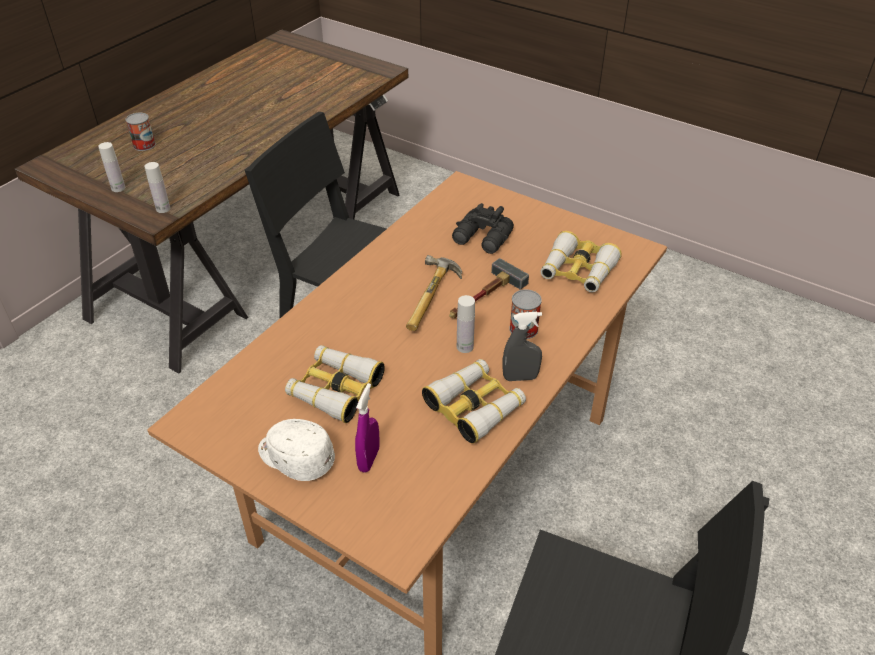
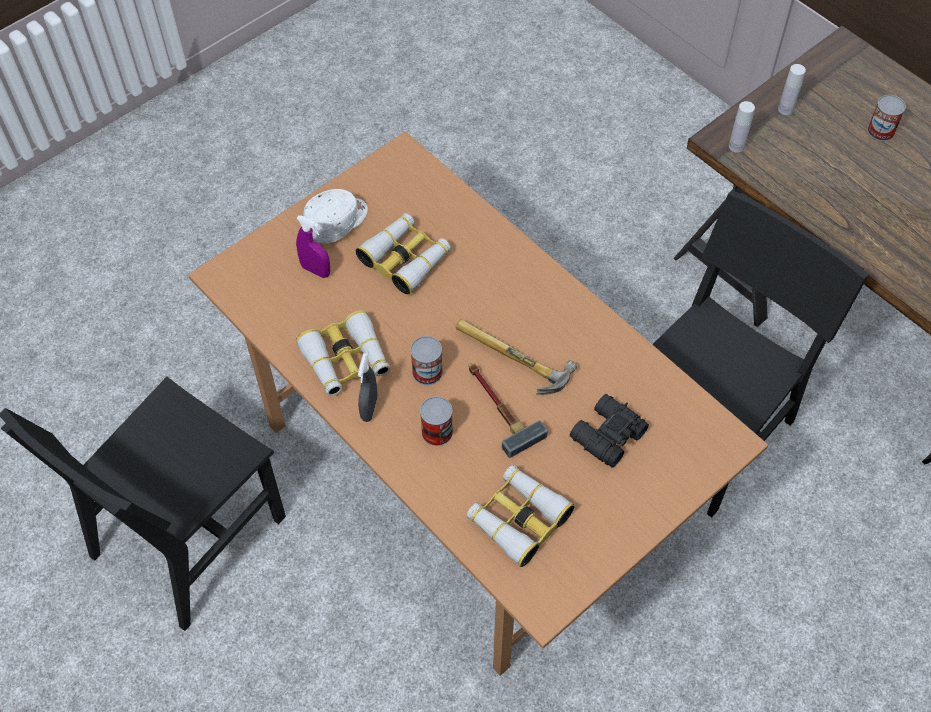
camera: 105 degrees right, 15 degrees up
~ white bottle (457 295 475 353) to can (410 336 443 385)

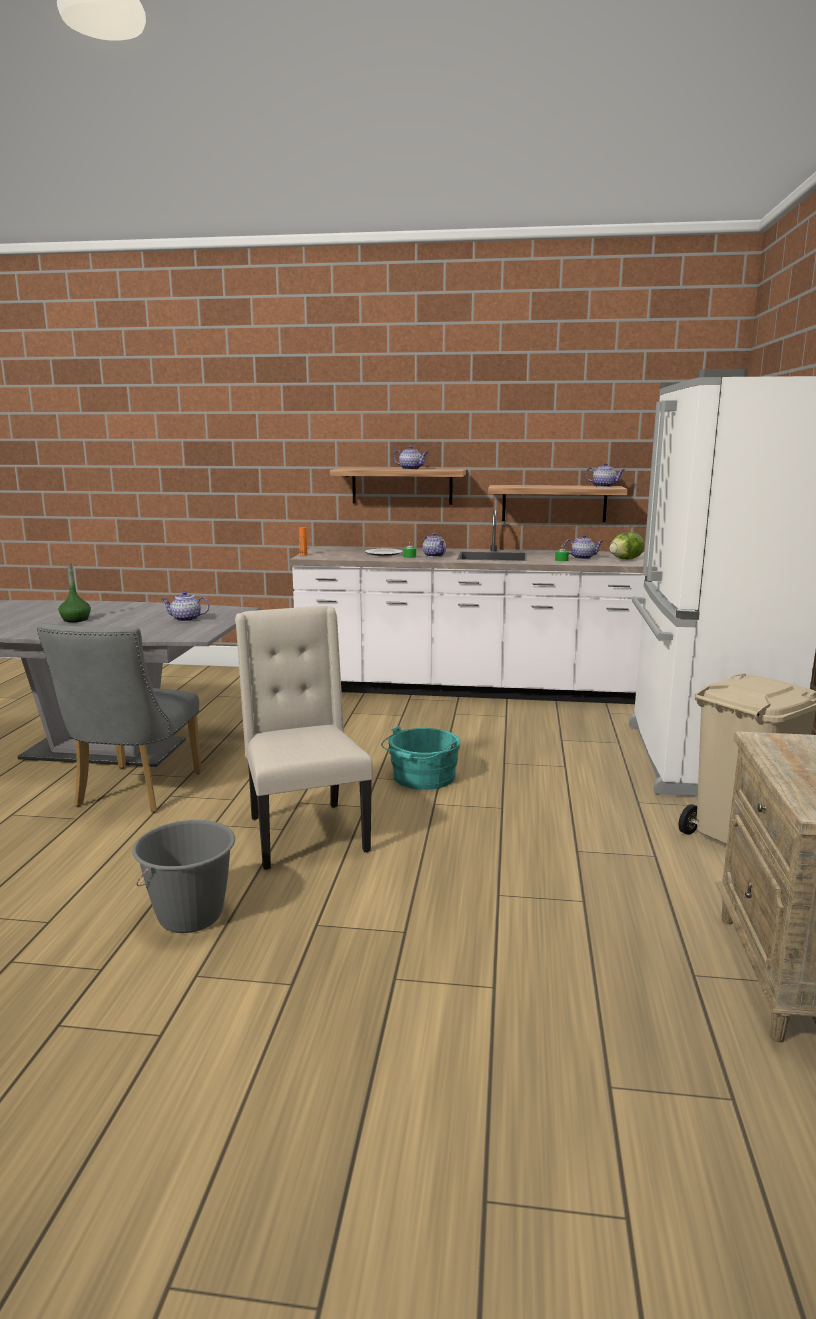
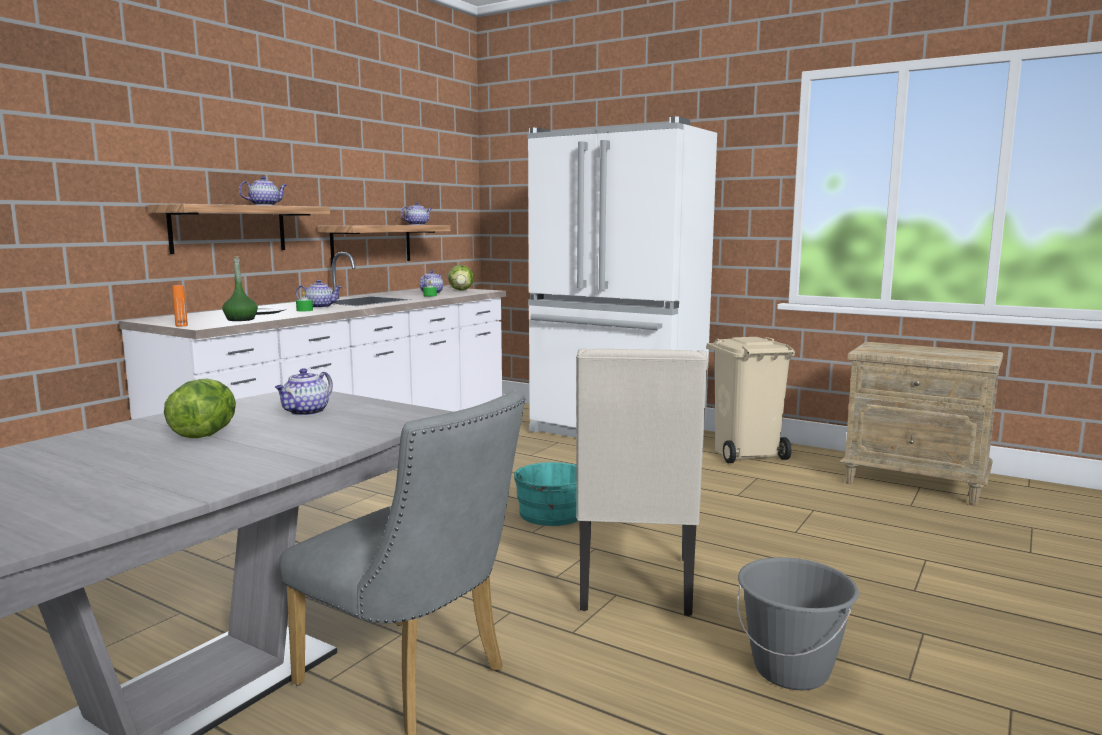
camera: 65 degrees left, 5 degrees down
~ green bottle (58 563 91 622) to (222 256 258 321)
~ beige chair (235 606 373 870) = (576 349 708 616) 90 degrees counterclockwise
+ lettuce (164 379 236 438)

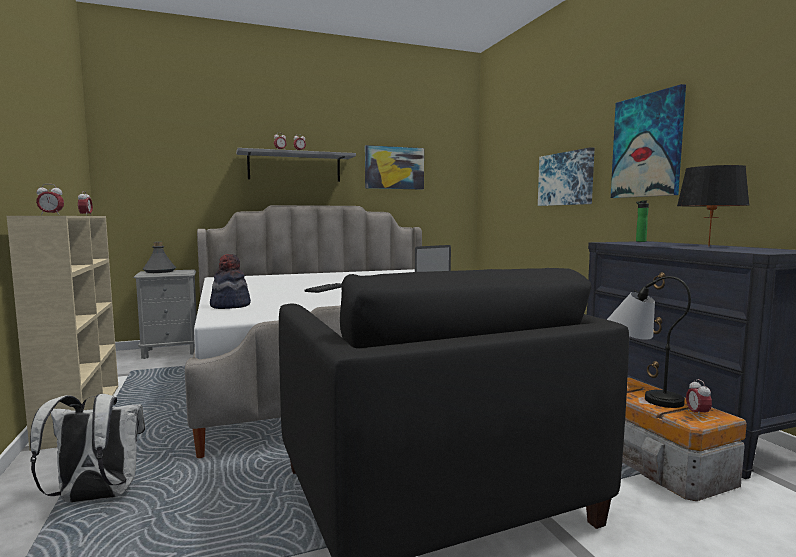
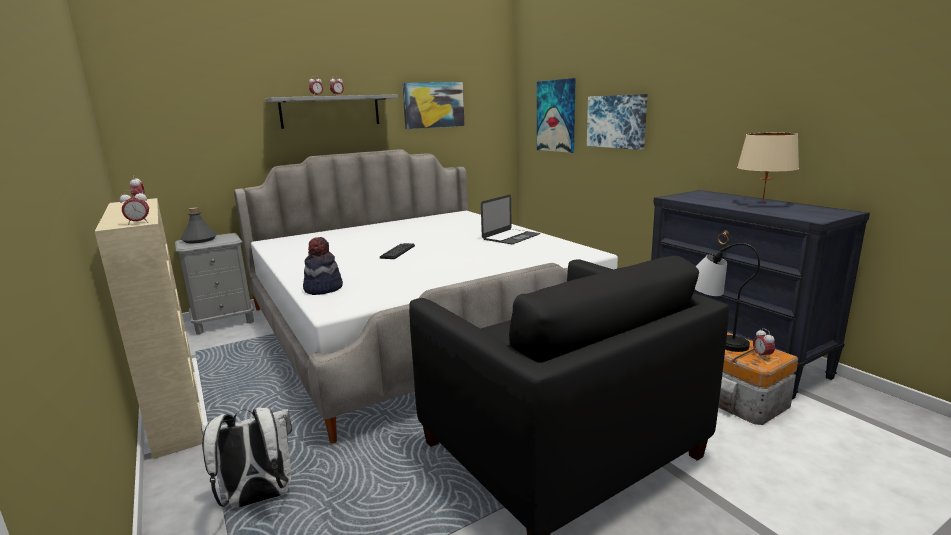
camera: 10 degrees left, 10 degrees up
~ picture (611 84 686 198) to (537 78 576 153)
~ black table lamp (677 165 749 246) to beige table lamp (737 133 799 204)
- bottle (636 200 649 242)

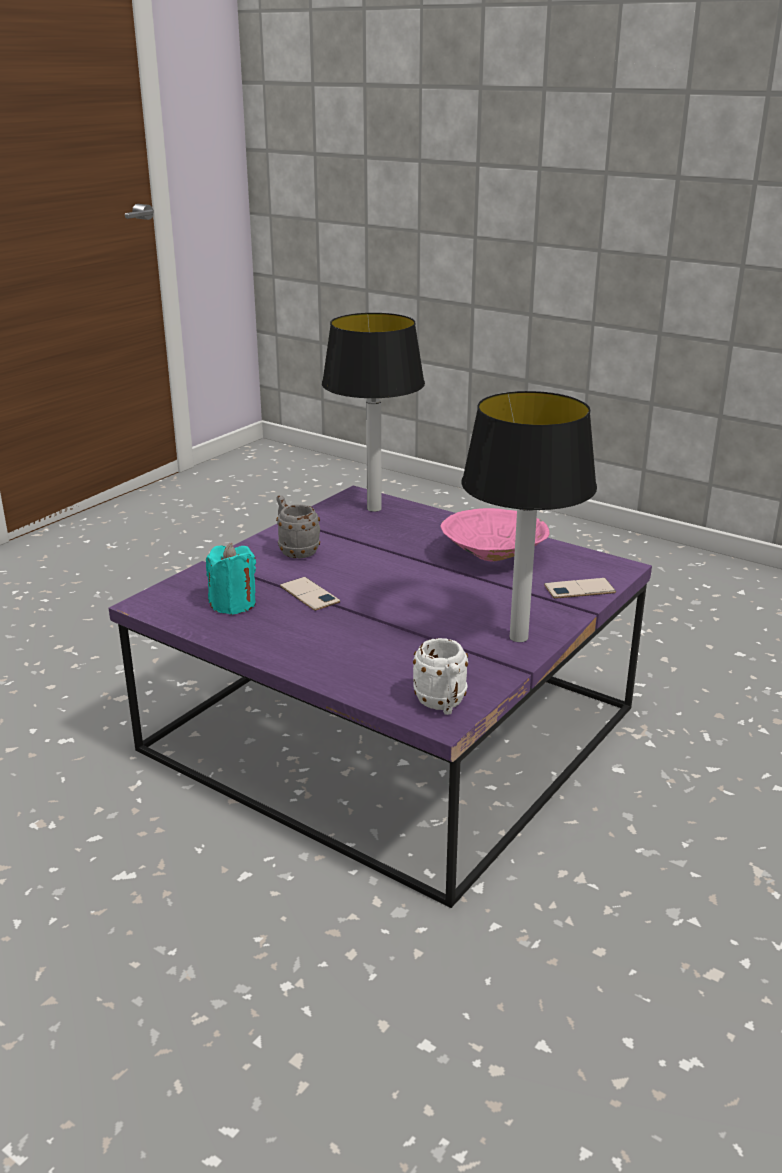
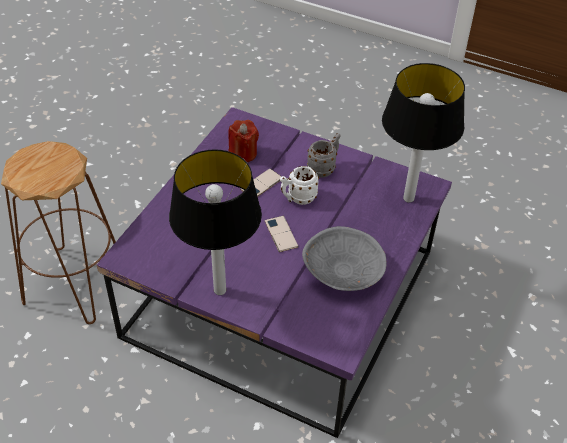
camera: 80 degrees right, 20 degrees up
~ pink bowl (441 508 550 561) to grey bowl (302 226 386 291)
~ turquoise candle (206 543 256 615) to red candle (228 120 259 162)
~ phone (544 578 616 599) to (265 216 298 252)
~ white mug (413 638 468 715) to (280 166 319 205)
+ brown stool (1 141 116 324)

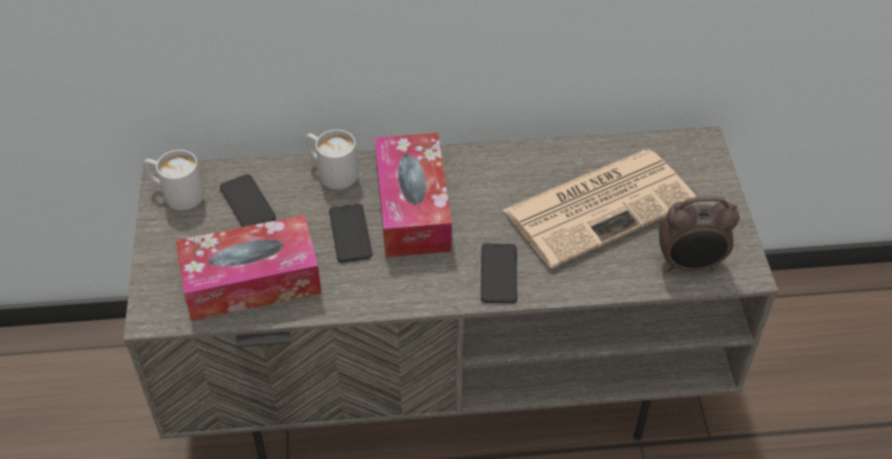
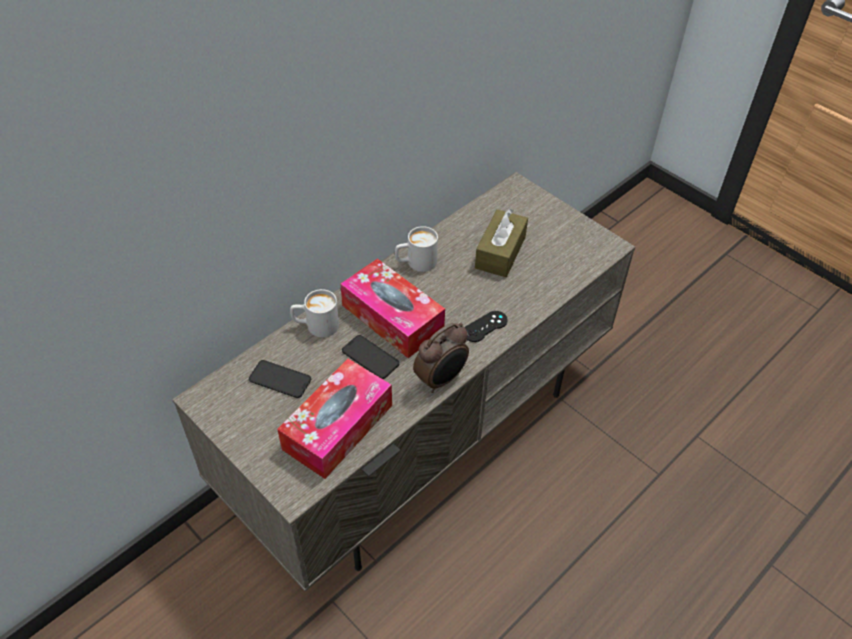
camera: 40 degrees left, 0 degrees up
~ white mug (144 150 204 210) to (395 226 438 272)
~ newspaper (503 150 698 268) to brown tissue box (475 209 528 277)
~ alarm clock (659 196 739 272) to (413 323 469 393)
~ phone (481 243 517 303) to black game controller (464 311 508 342)

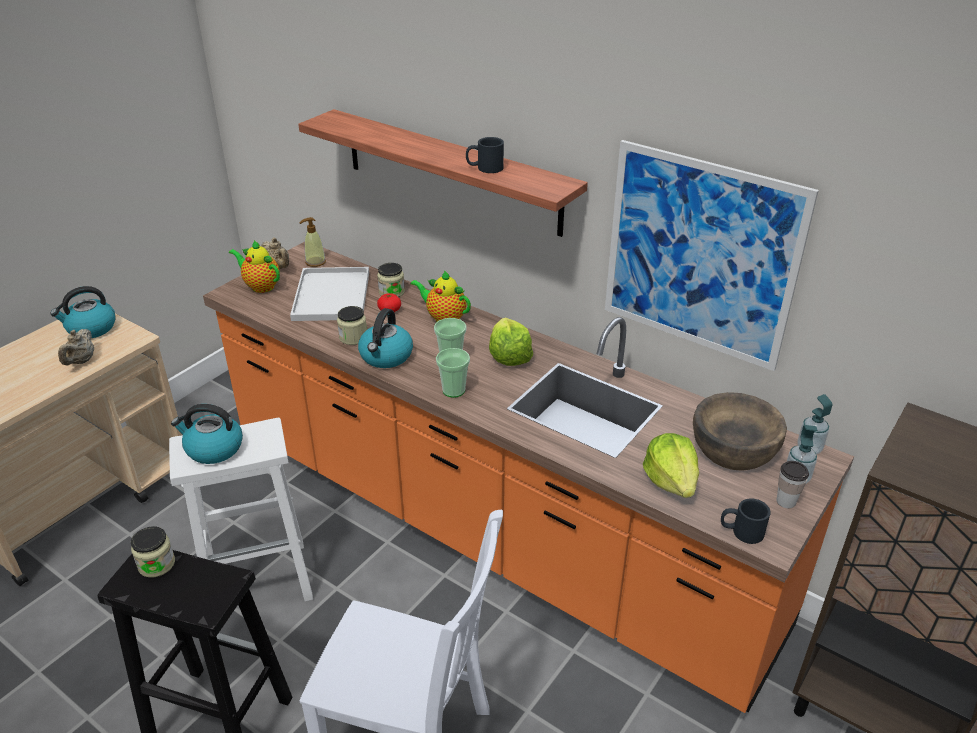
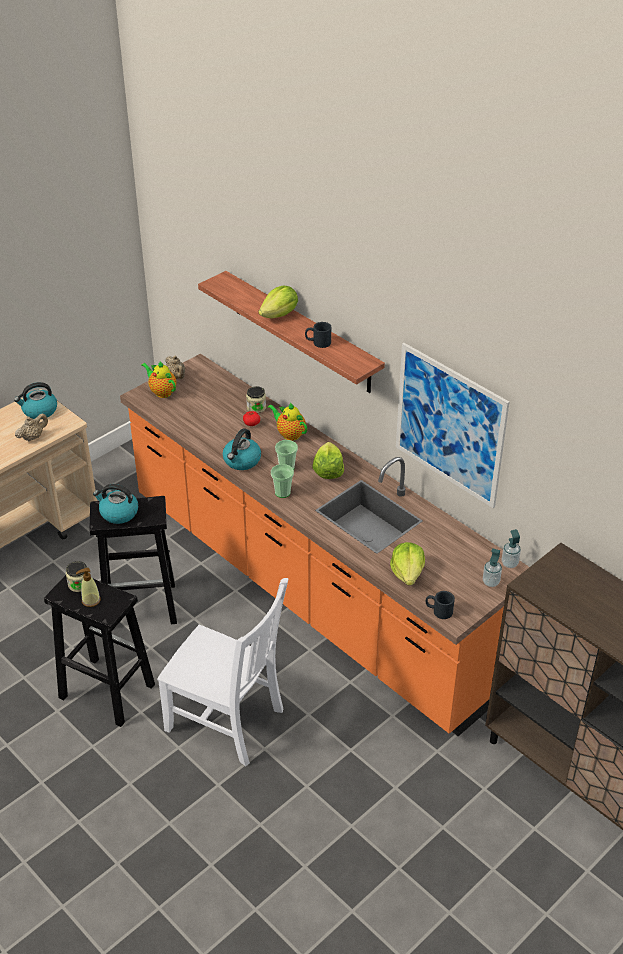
camera: 10 degrees right, 5 degrees up
~ soap dispenser (299 217 326 267) to (76 568 101 607)
- white tray (290 267 369 321)
- jar (337 306 367 345)
~ beige teapot (58 329 94 366) = (15 413 48 441) 150 degrees counterclockwise
- brown bowl (693 392 787 471)
~ white stool (169 418 313 601) to black stool (90 496 177 624)
- cup (777 461 809 508)
+ lettuce (258 286 298 318)

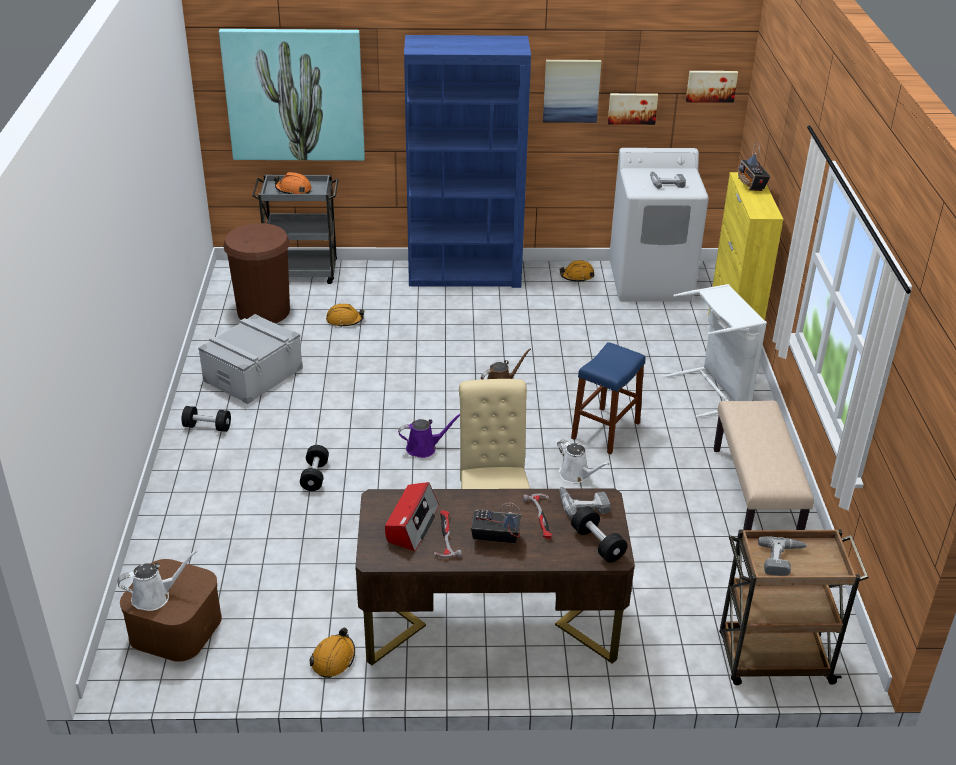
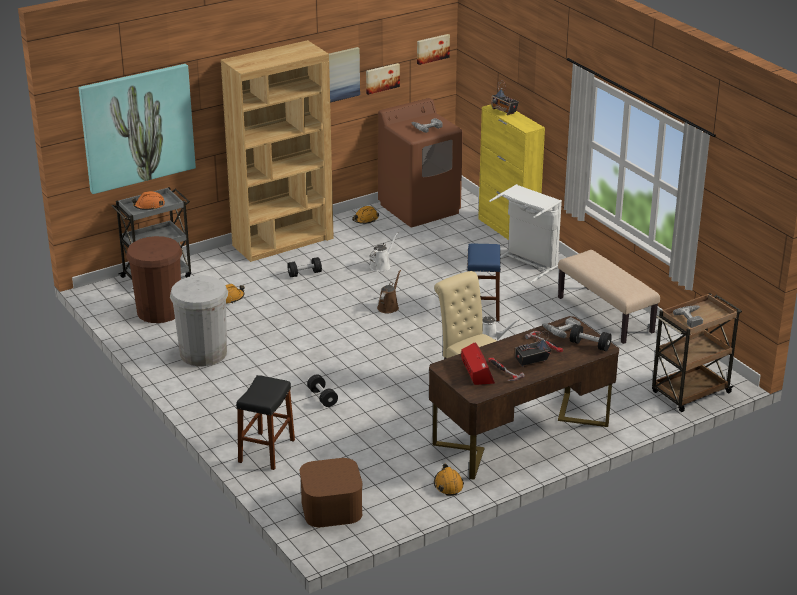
camera: 30 degrees left, 5 degrees down
~ blue bookcase (404 35 531 288) to brown bookcase (221 40 334 262)
~ white washing machine (609 148 709 302) to brown washing machine (378 98 463 227)
~ grey storage box (198 314 303 404) to white trash can (170 275 228 366)
~ black dumbbell (181 406 231 432) to (287 257 322 277)
- purple watering can (398 414 460 458)
~ white watering can (117 550 197 611) to (369 233 398 272)
+ black stool (236 375 295 470)

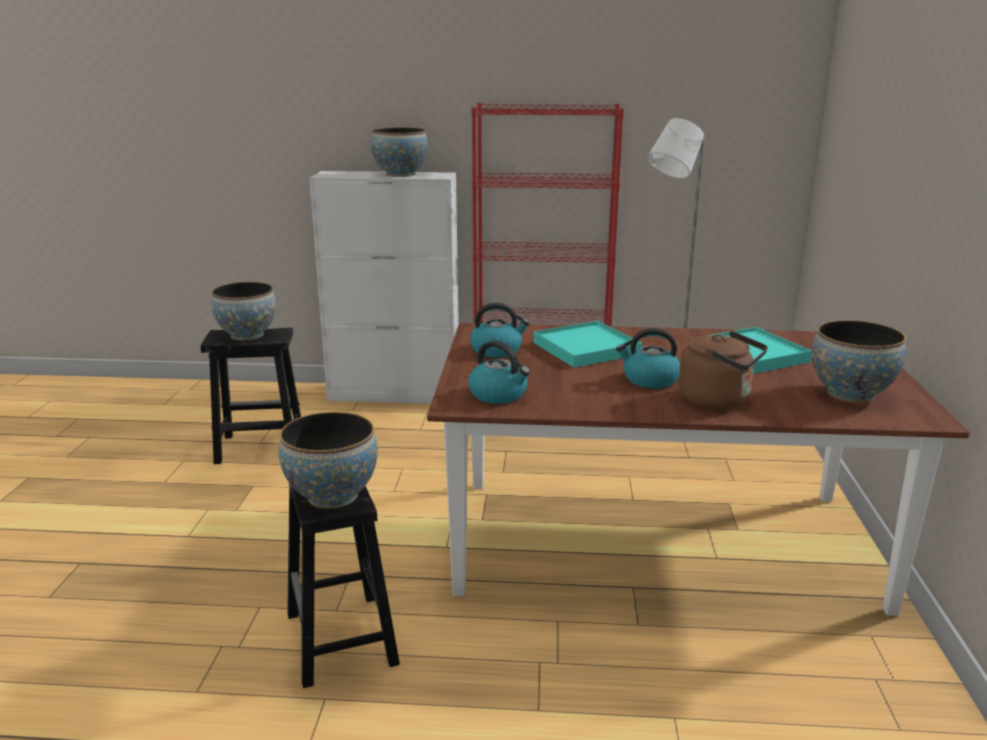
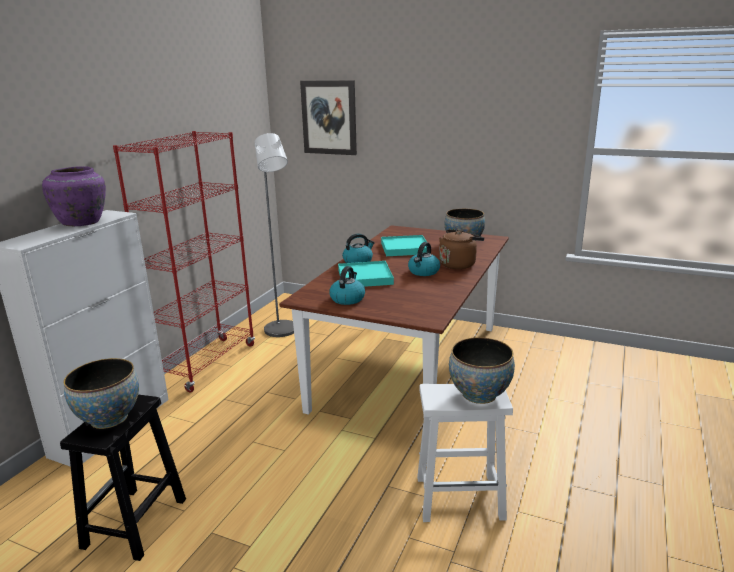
camera: 70 degrees left, 0 degrees up
~ bowl (371 127 428 177) to purple vase (42 166 106 226)
~ kettle (468 340 530 404) to (342 233 375 263)
~ black stool (287 483 400 688) to white stool (417 384 513 522)
+ picture (300 80 357 155)

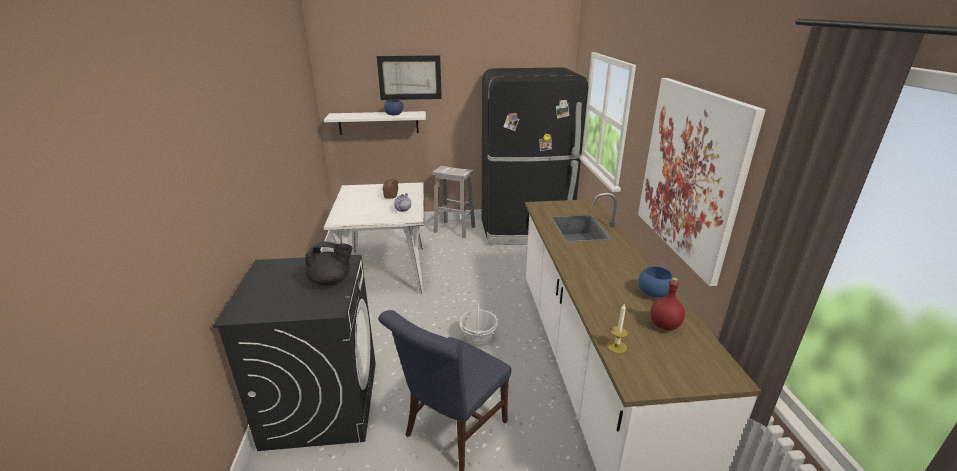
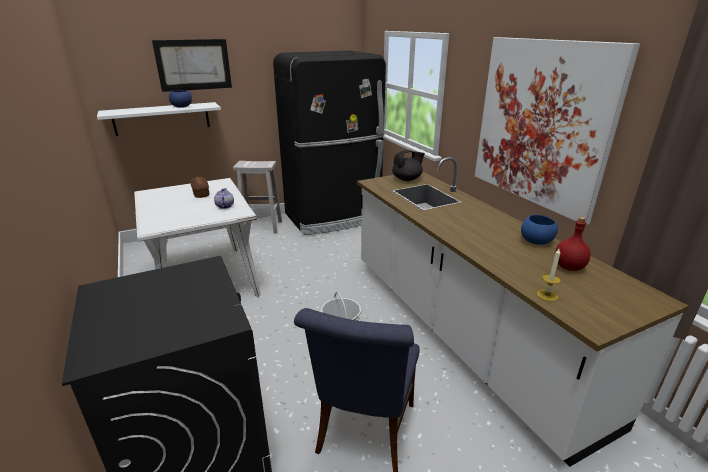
camera: 20 degrees left, 0 degrees up
~ black teapot (305 242 352 286) to (392 150 425 181)

